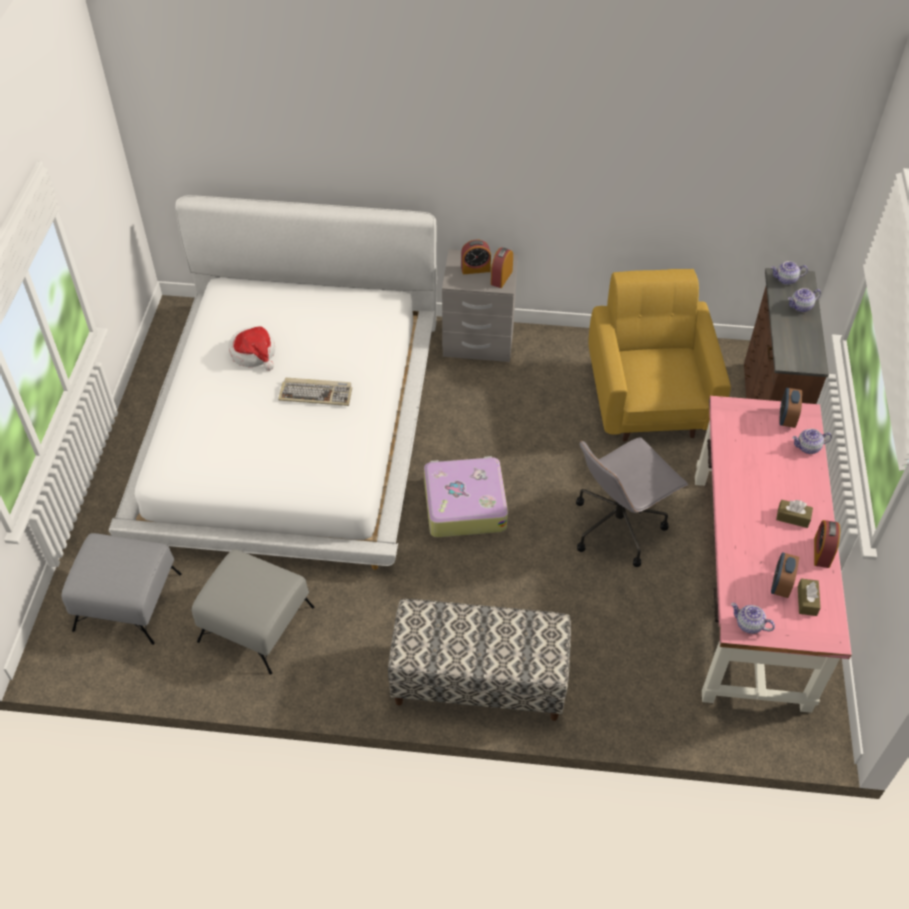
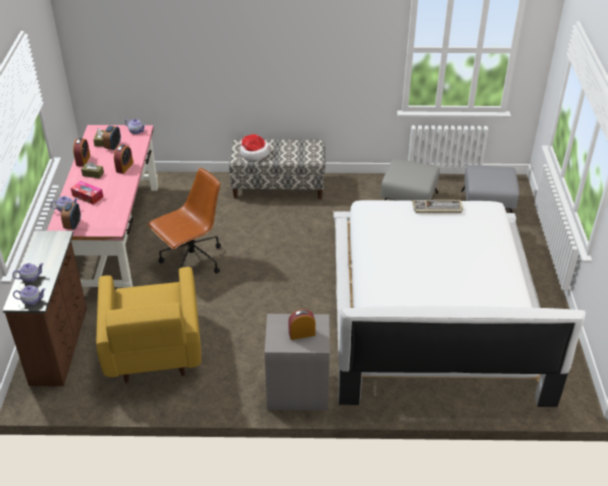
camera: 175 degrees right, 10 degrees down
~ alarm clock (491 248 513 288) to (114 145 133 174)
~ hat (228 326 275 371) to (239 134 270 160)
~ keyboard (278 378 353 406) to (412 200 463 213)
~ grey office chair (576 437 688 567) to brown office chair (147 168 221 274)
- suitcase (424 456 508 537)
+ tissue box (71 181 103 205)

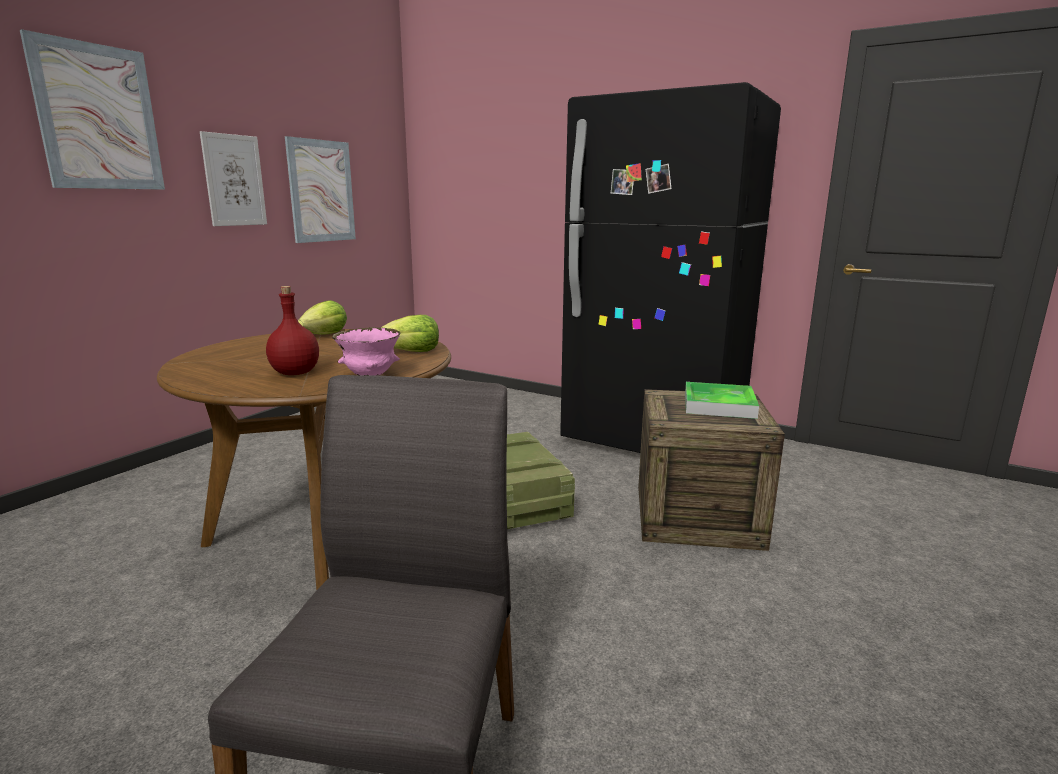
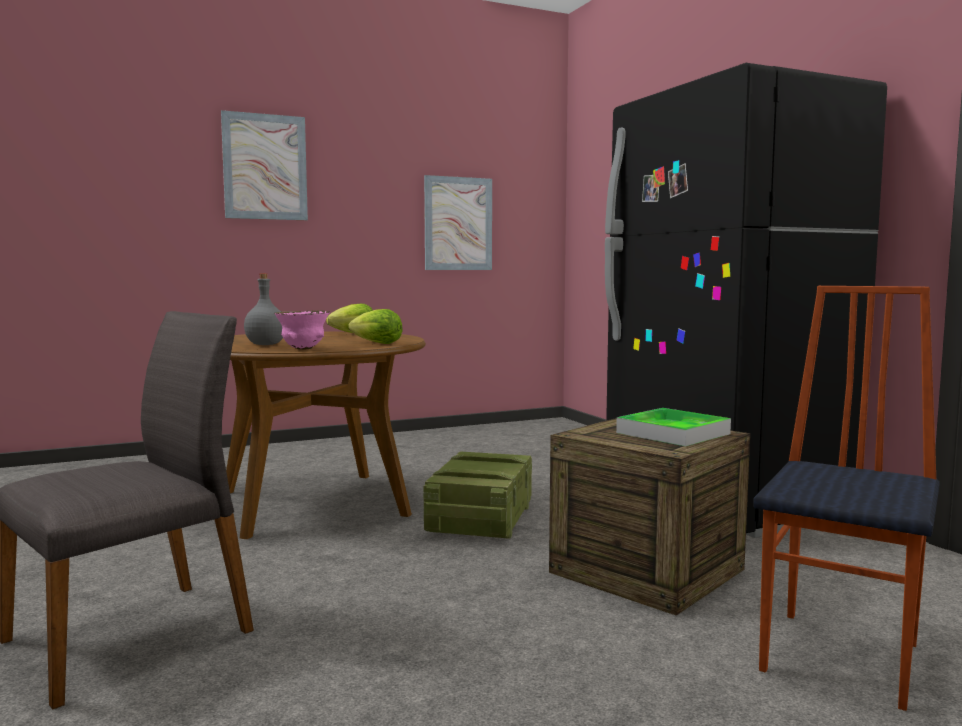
camera: 35 degrees right, 10 degrees down
- picture (200 131 267 226)
~ red bottle (266 286 319 375) to grey bottle (244 273 283 345)
+ chair (753 286 940 711)

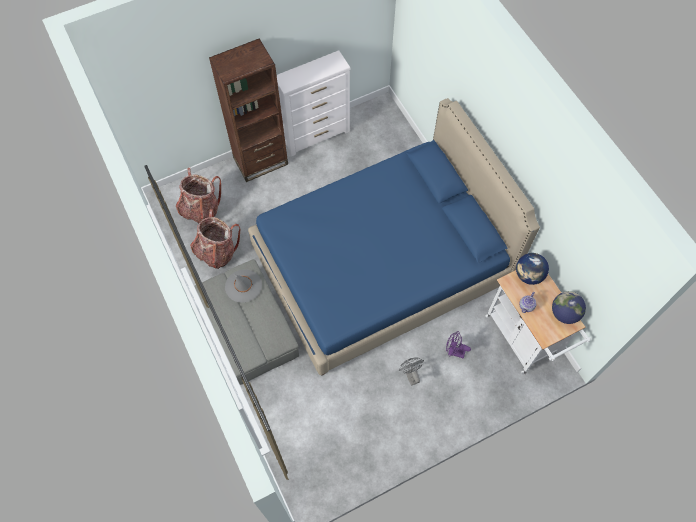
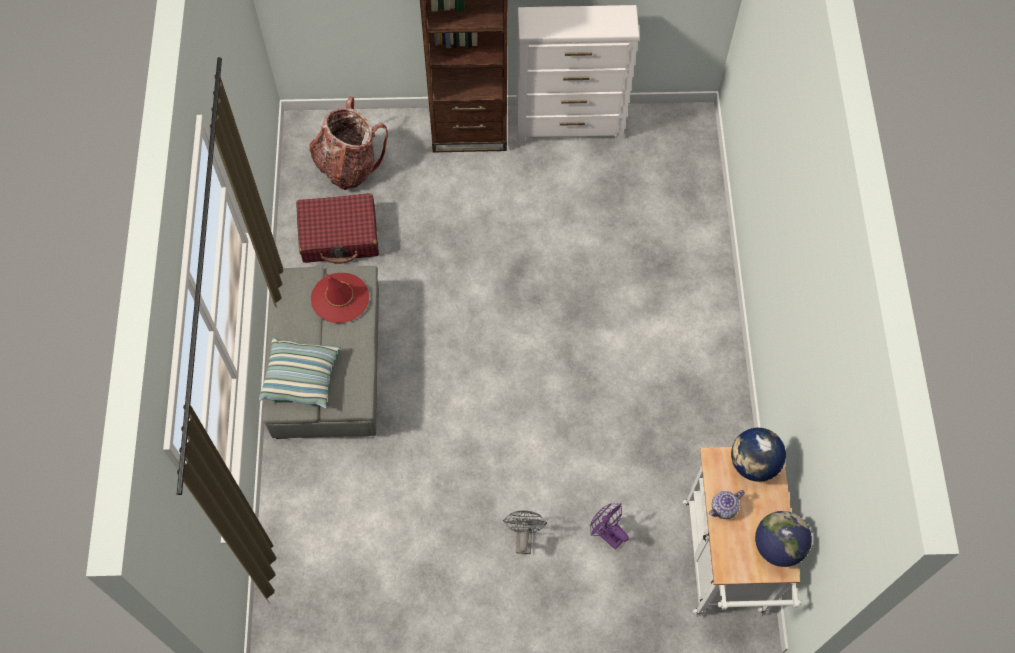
camera: 25 degrees right, 0 degrees up
- blue bed (248 98 540 376)
~ backpack (190 209 240 269) to red suitcase (296 193 379 264)
~ grey hat (225 269 262 303) to red hat (311 273 369 323)
+ pillow (259 337 340 408)

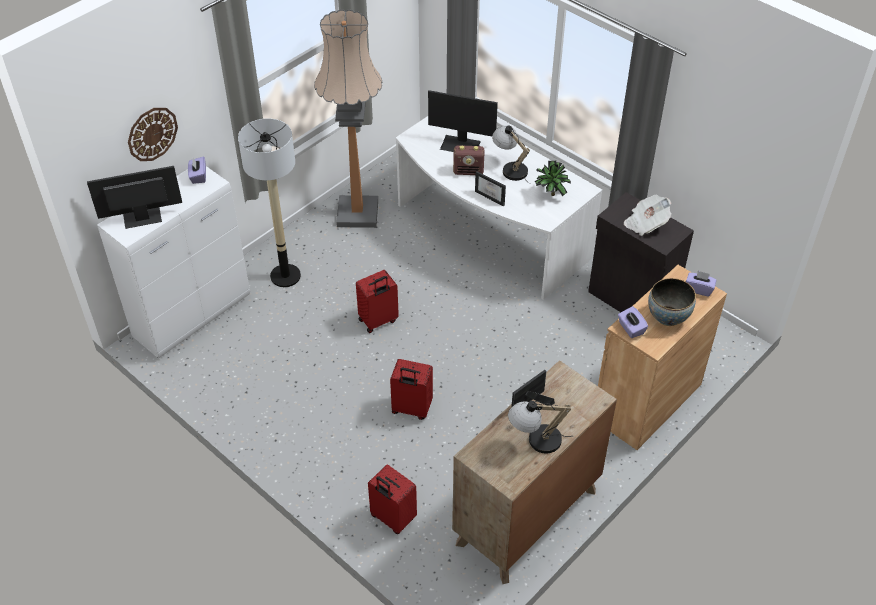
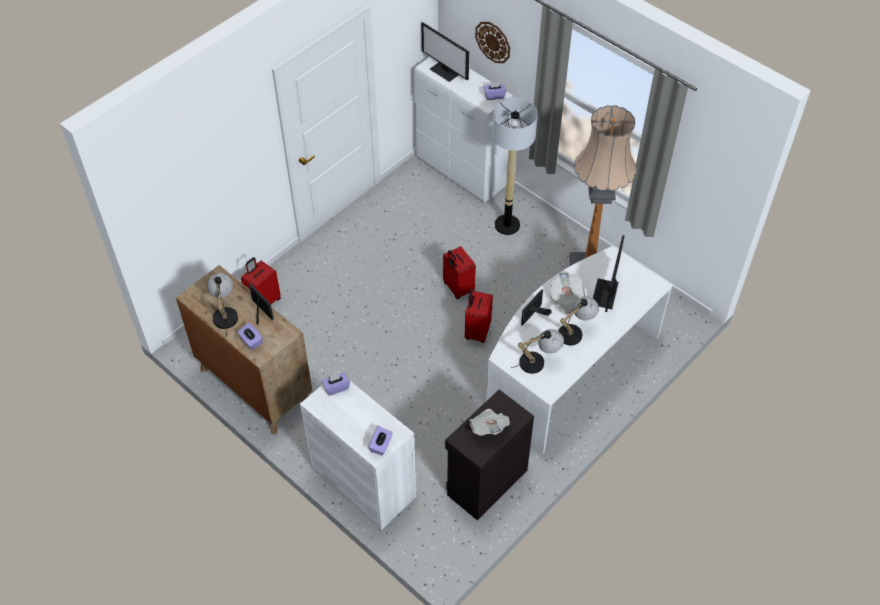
camera: 90 degrees right, 5 degrees up
~ radio (453 145 485 175) to newspaper (551 271 586 315)
~ potted plant (535 161 571 196) to table lamp (511 329 564 374)
~ monitor (87 166 182 229) = (421 22 469 82) 150 degrees clockwise
~ brown cabinet (598 265 727 450) to white cabinet (300 371 416 530)
- bowl (648 278 696 326)
~ red suitcase (390 359 433 420) to (465 289 493 343)
+ purple tissue box (237 323 263 350)

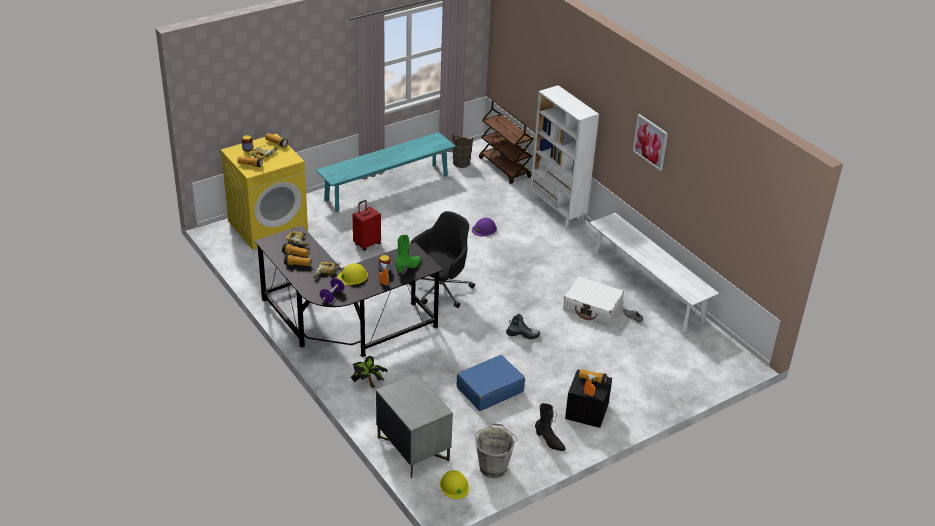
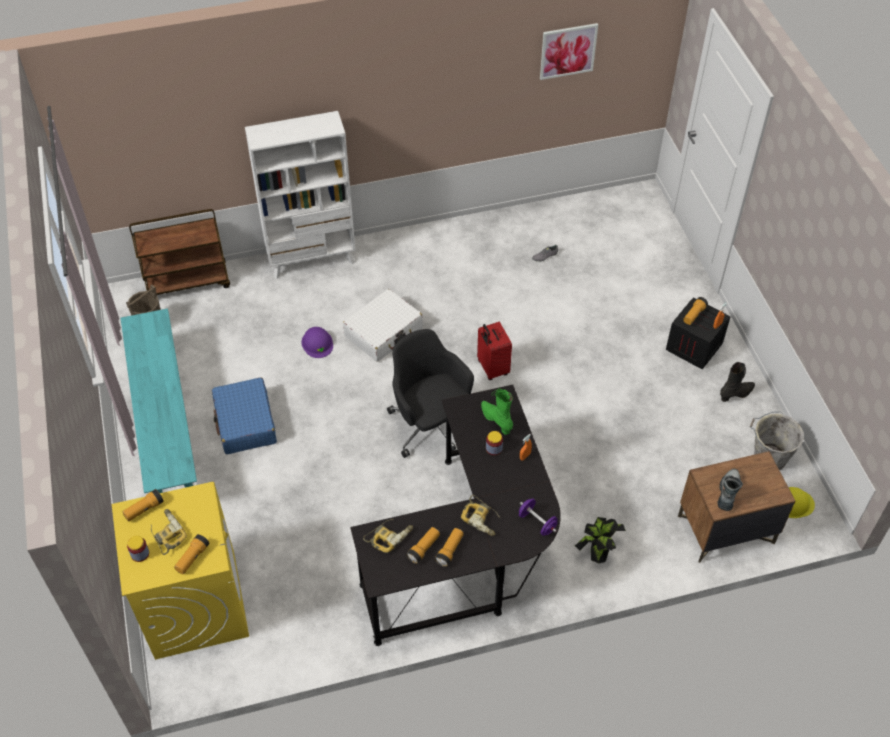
camera: 70 degrees left, 15 degrees up
~ picture (633 114 668 171) to (540 23 598 80)
~ red suitcase (352 200 381 251) to (477 322 512 380)
- white bench (589 213 719 332)
- yellow hard hat (337 263 368 285)
~ white suitcase (563 276 624 325) to (343 289 423 362)
~ boot (506 314 540 339) to (717 469 743 511)
~ blue suitcase (457 355 525 411) to (212 378 277 454)
~ grey nightstand (376 373 453 478) to brown nightstand (678 451 796 563)

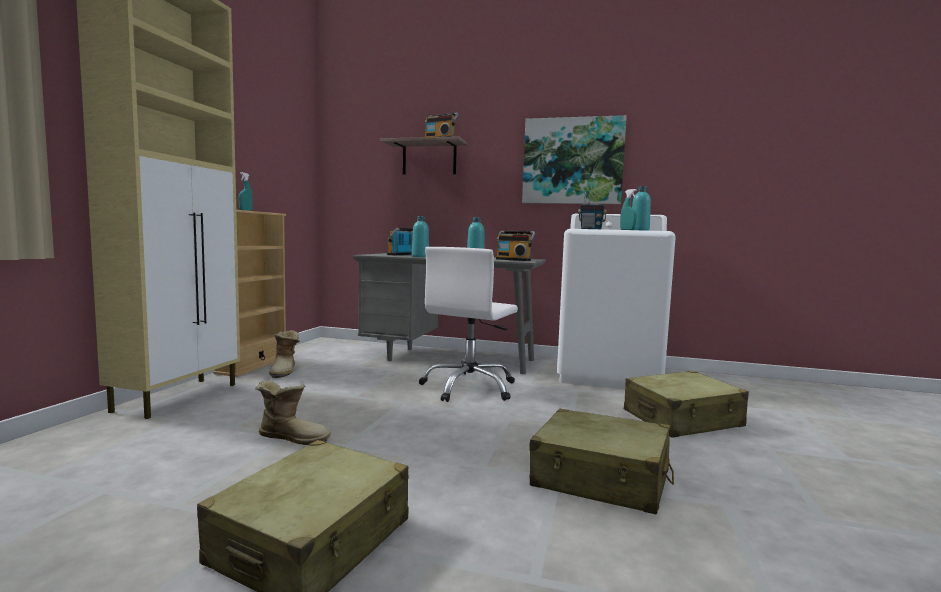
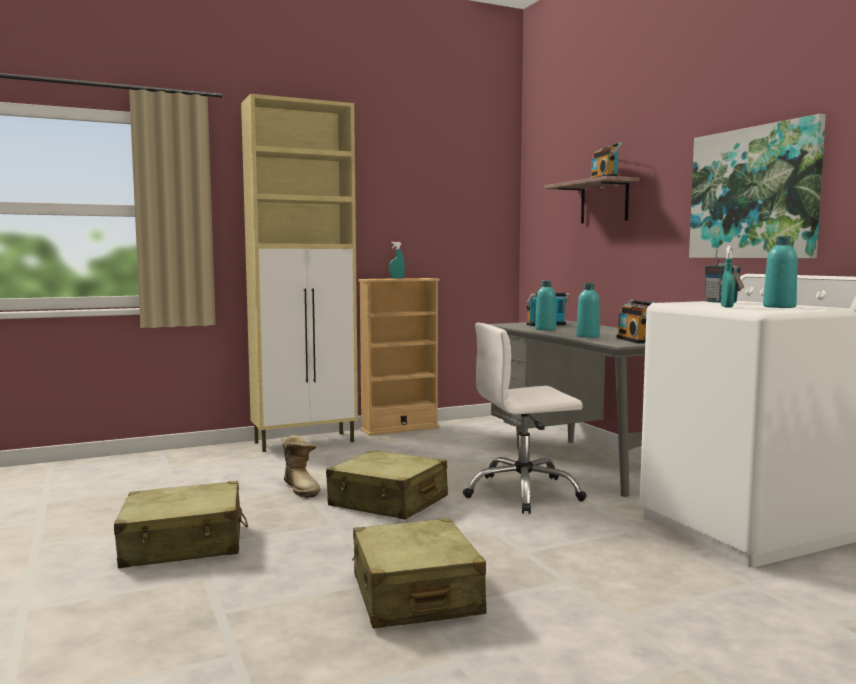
camera: 50 degrees right, 0 degrees up
- boot (269 330 300 378)
~ beige suitcase (624 371 749 438) to (326 450 448 520)

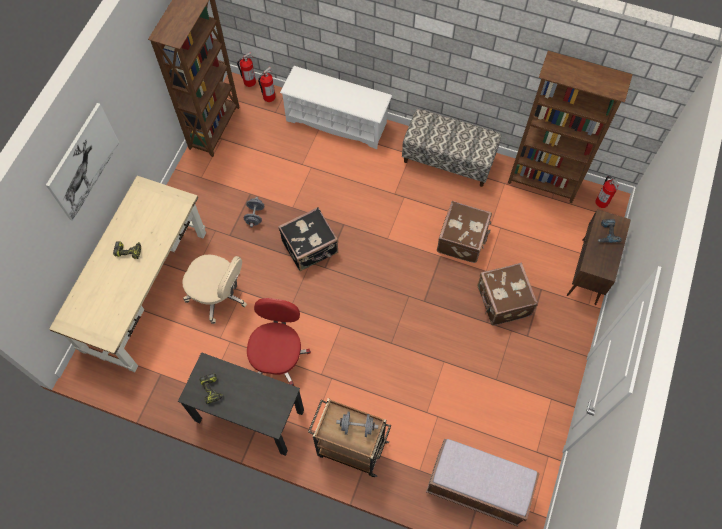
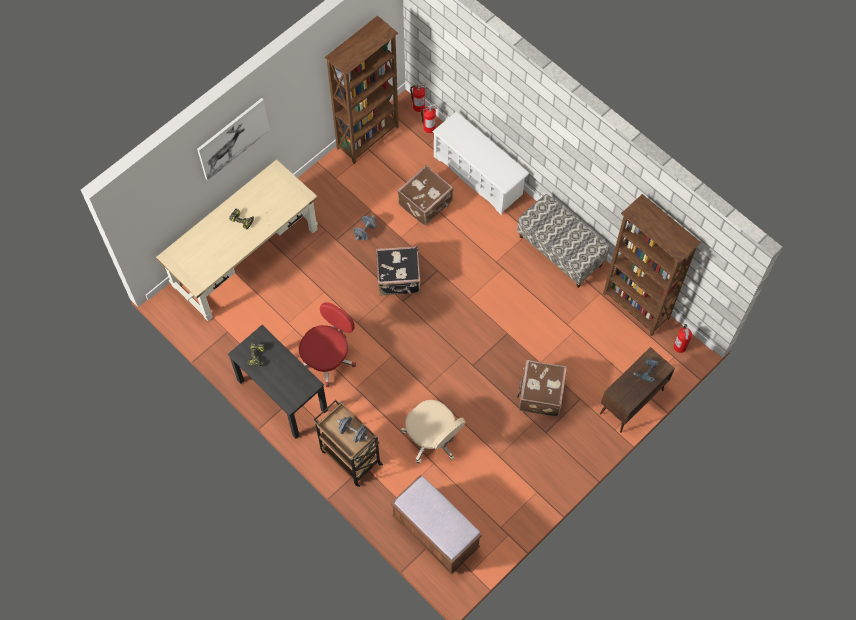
camera: 25 degrees right, 0 degrees up
~ brown suitcase (437 201 492 263) to (397 165 453 226)
~ beige office chair (182 254 247 324) to (401 400 465 464)

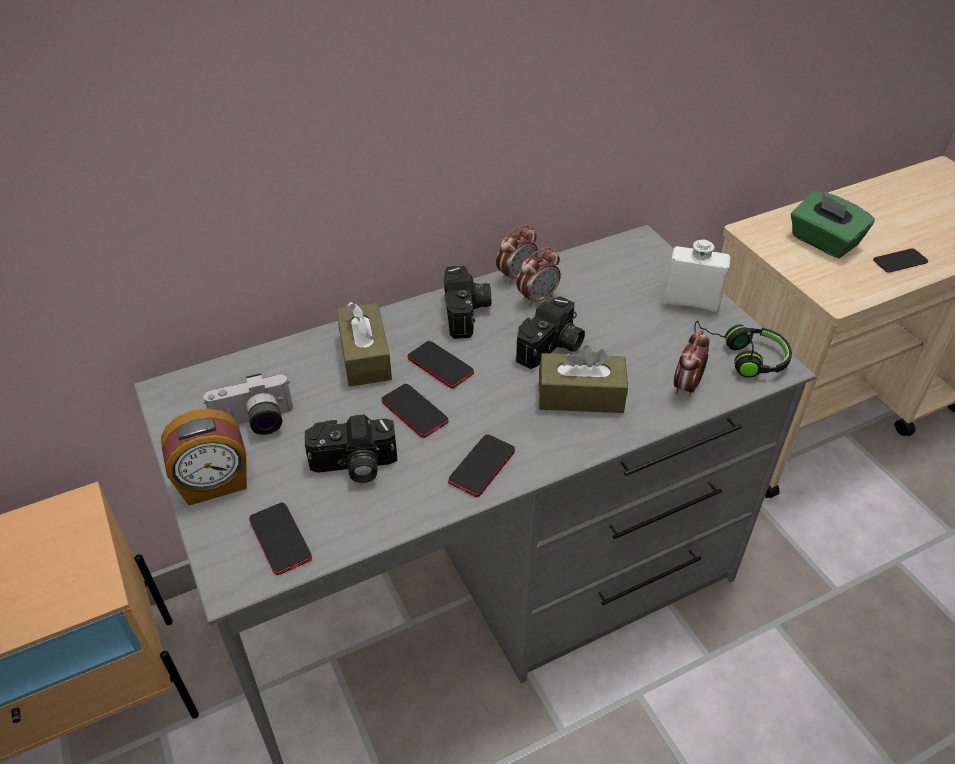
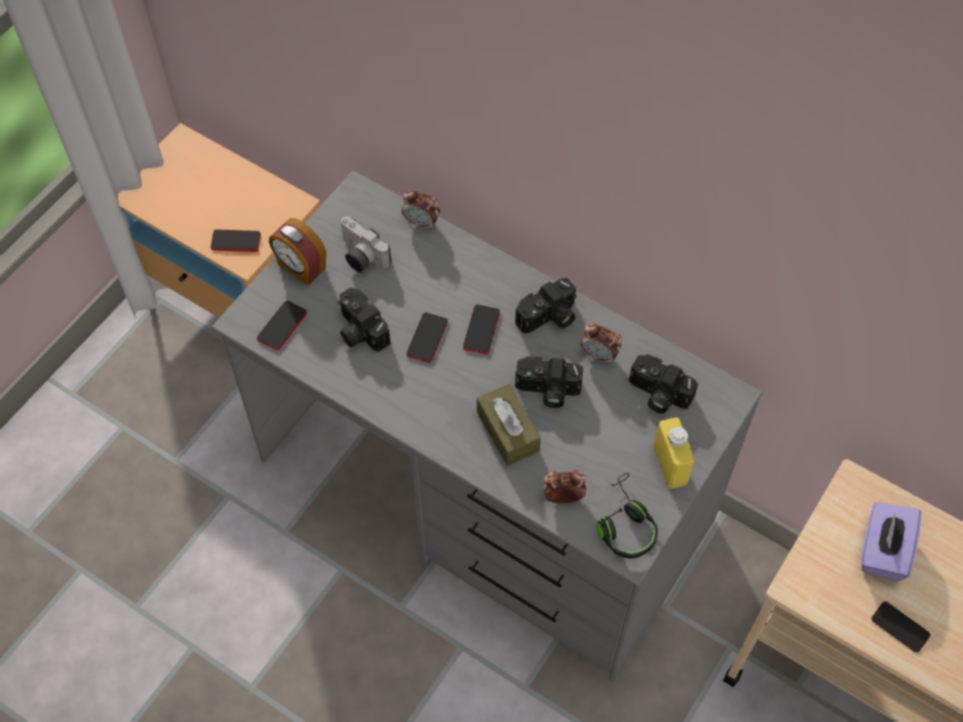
camera: 60 degrees right, 15 degrees up
~ green tissue box (791 191 875 258) to purple tissue box (862 502 921 582)
~ alarm clock (496 225 538 284) to (402 190 440 230)
~ white bottle (663 239 730 313) to yellow bottle (653 417 695 489)
- brown tissue box (336 302 392 387)
~ phone (448 434 515 497) to (211 229 261 252)
+ photo camera (629 355 698 414)

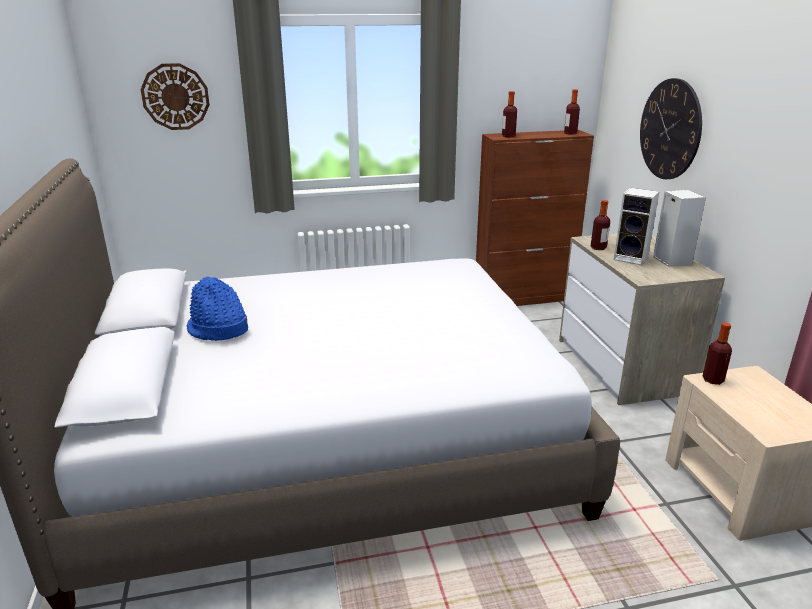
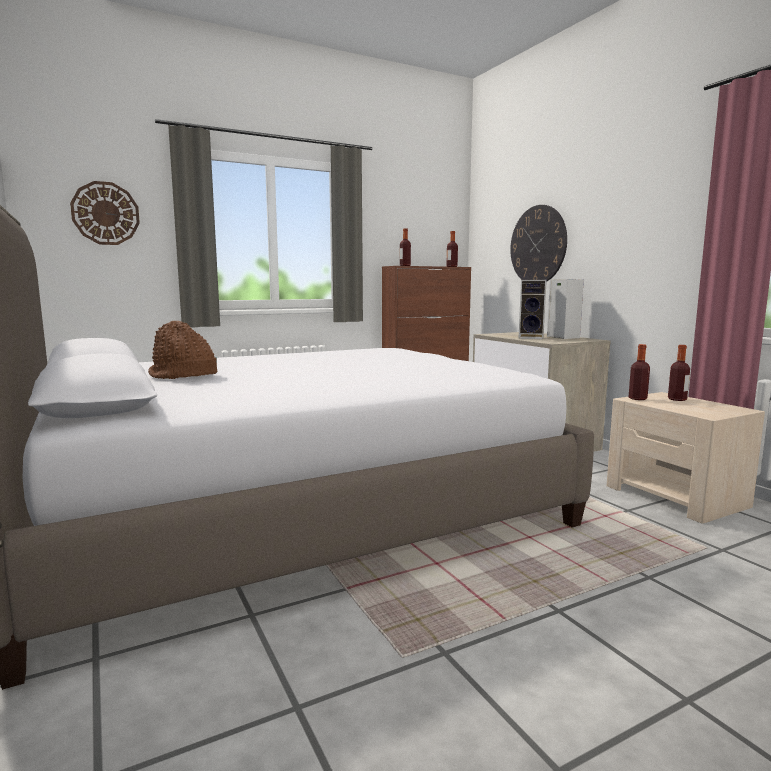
camera: 15 degrees left, 15 degrees down
~ bottle (591 200 610 250) to (668 345 690 401)
~ blue hat (187 276 248 341) to brown hat (148 321 217 379)

